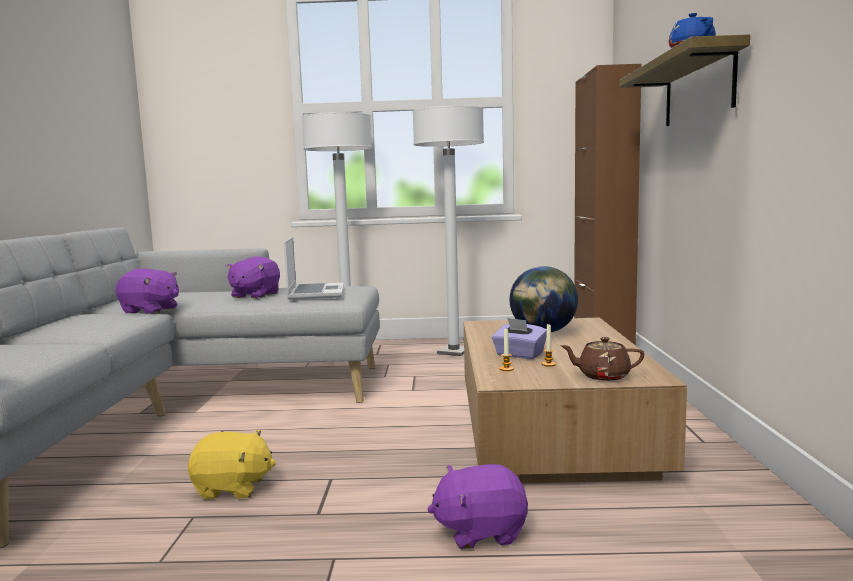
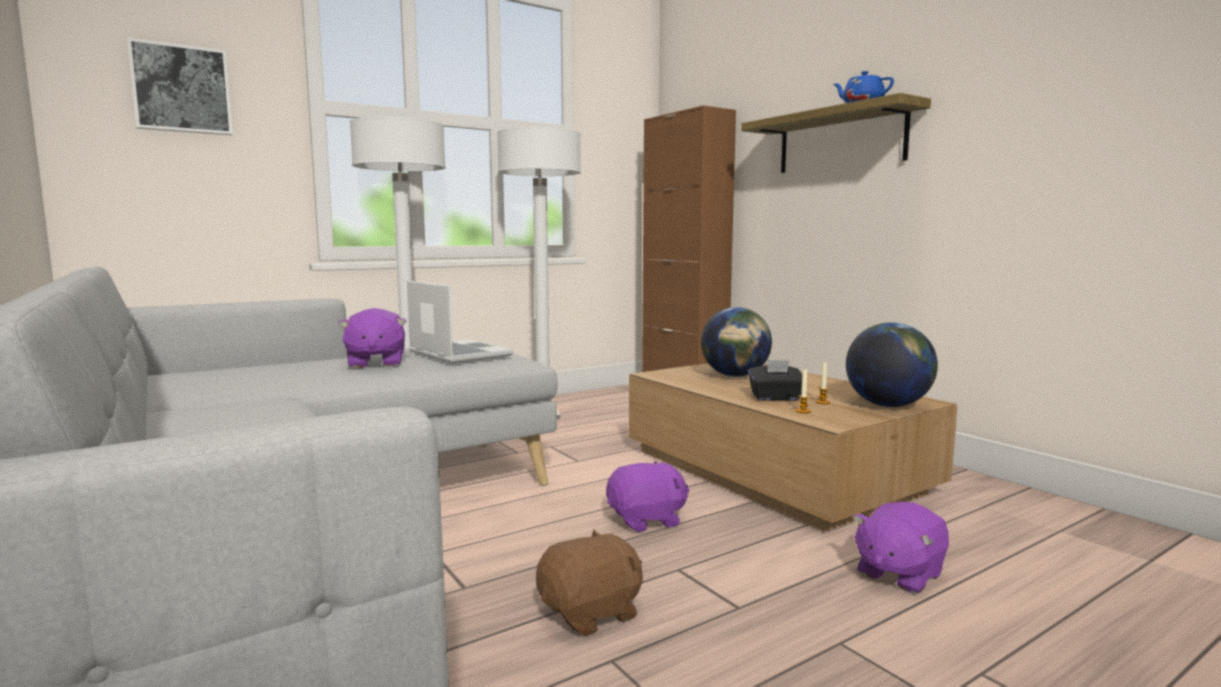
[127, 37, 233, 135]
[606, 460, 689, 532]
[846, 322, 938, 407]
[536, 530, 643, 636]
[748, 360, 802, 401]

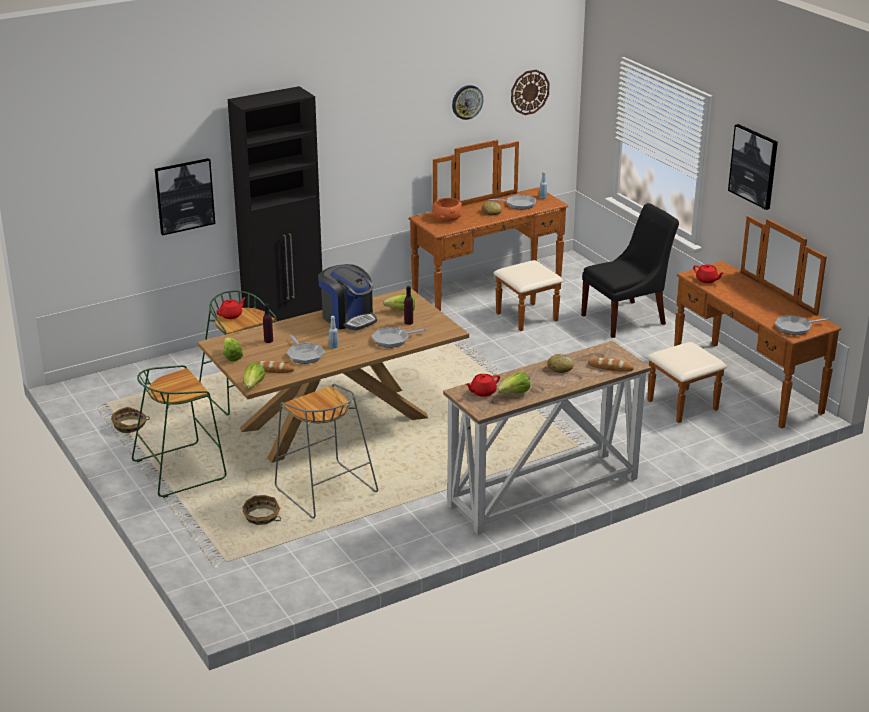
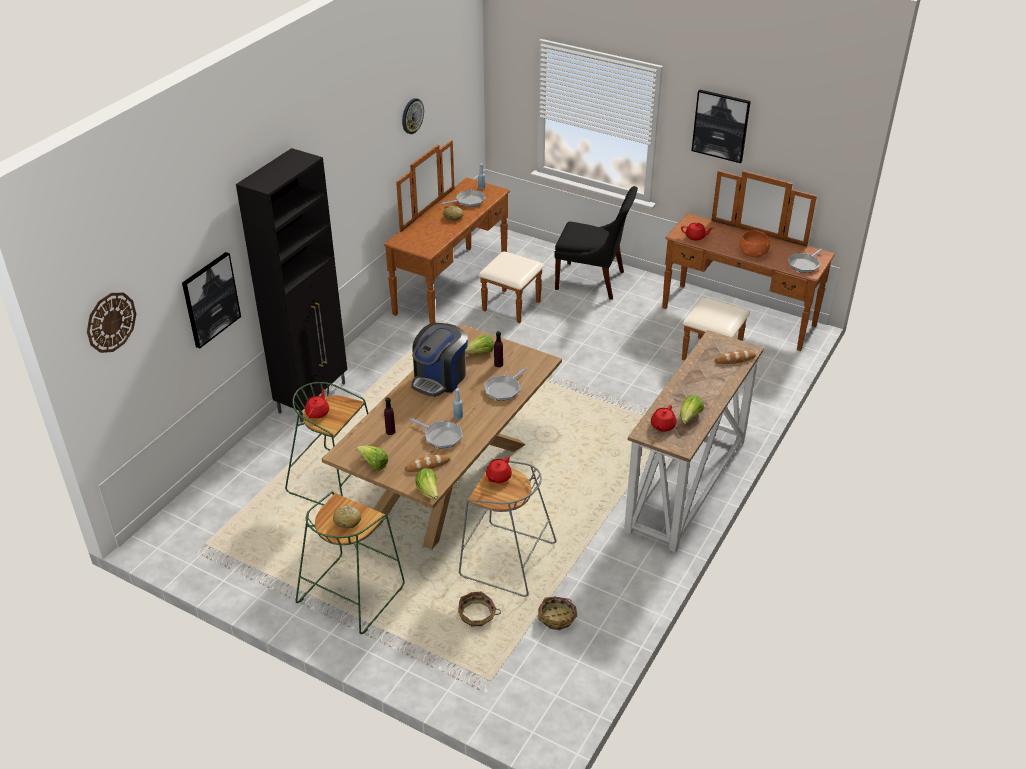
[486, 456, 512, 483]
[538, 597, 577, 630]
[739, 230, 770, 257]
[87, 293, 136, 353]
[333, 506, 361, 529]
[411, 323, 468, 397]
[554, 186, 638, 300]

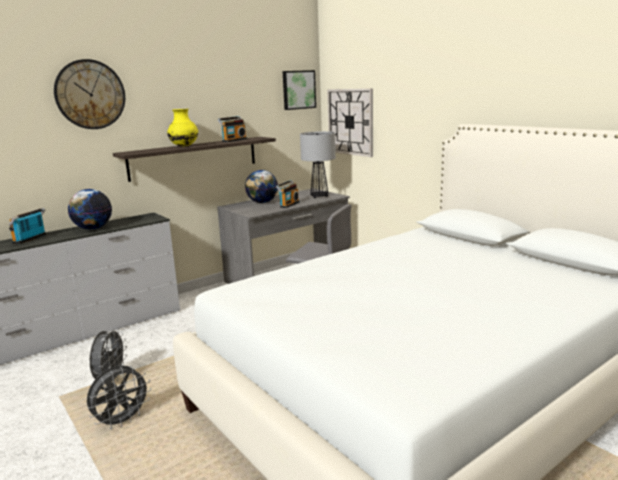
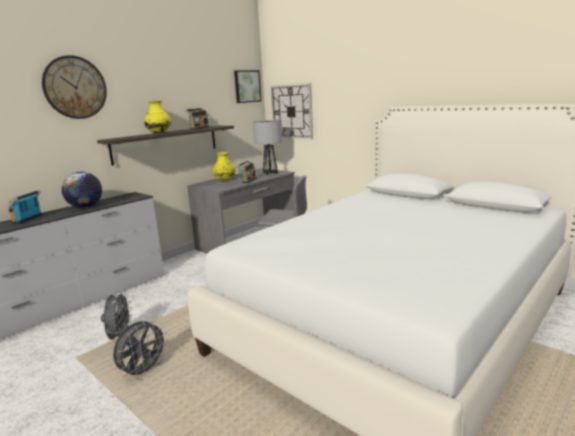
[213, 152, 236, 181]

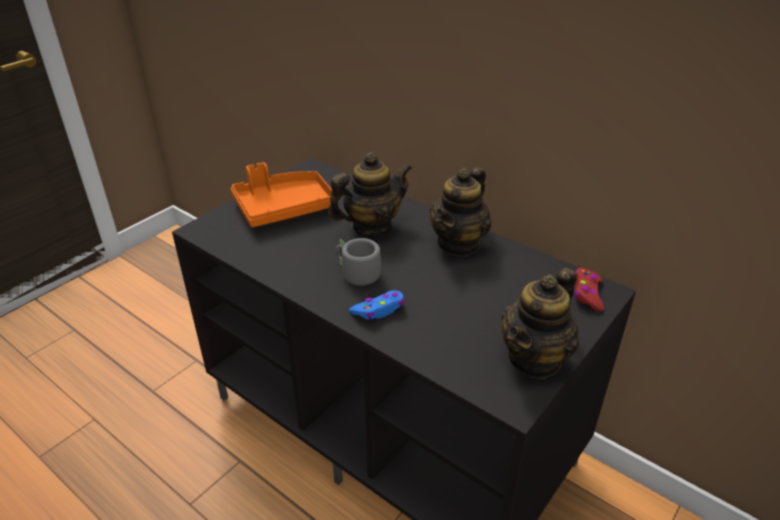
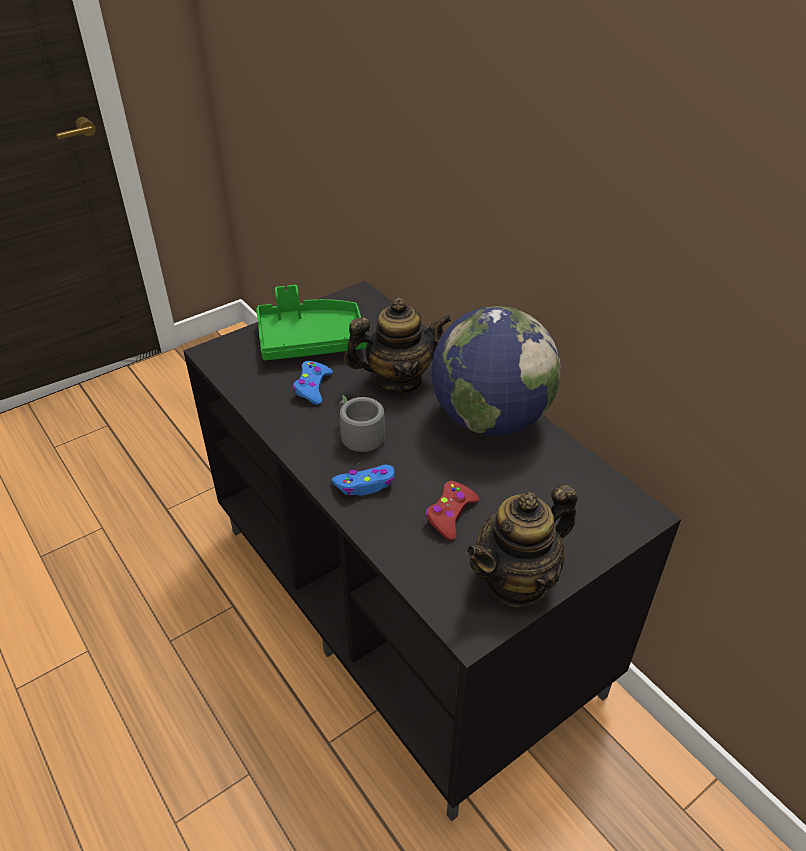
[293, 361, 333, 405]
[425, 481, 479, 541]
[431, 306, 561, 436]
[256, 285, 367, 360]

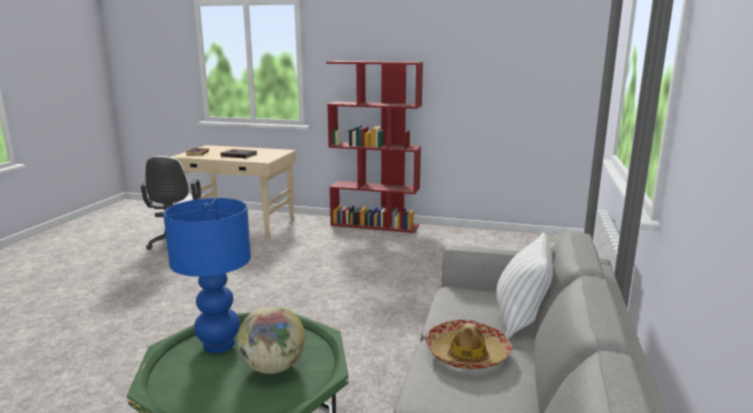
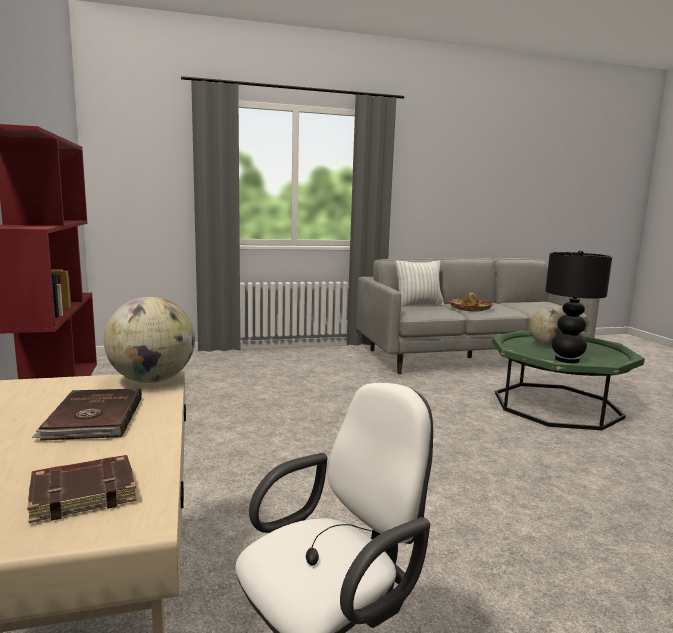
[104, 297, 195, 383]
[545, 250, 612, 363]

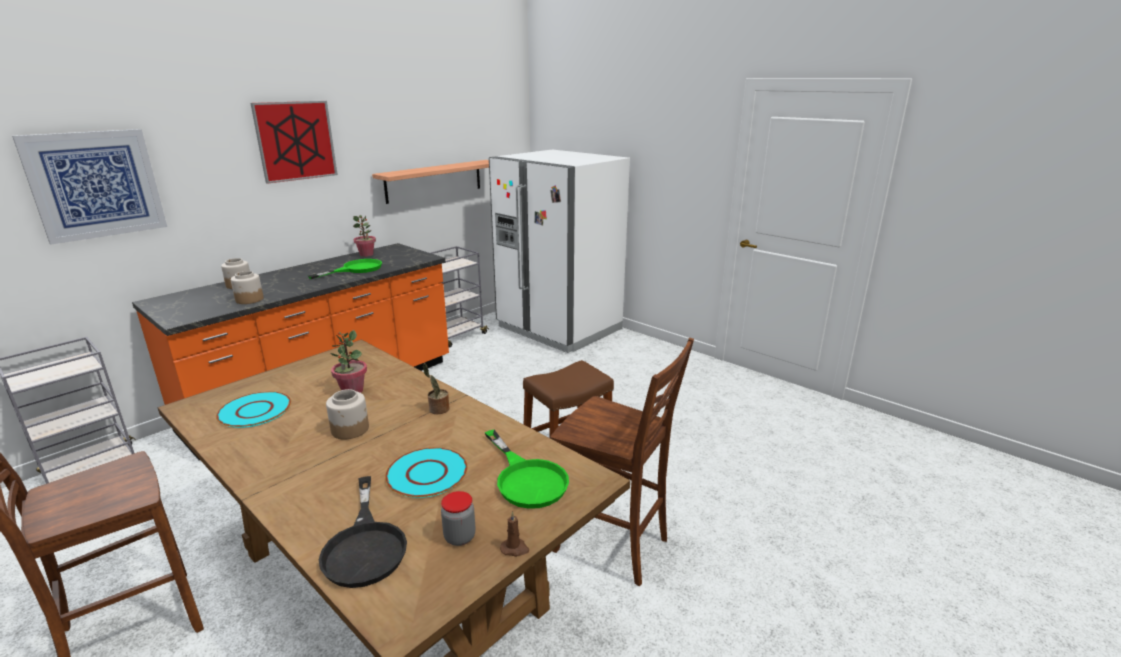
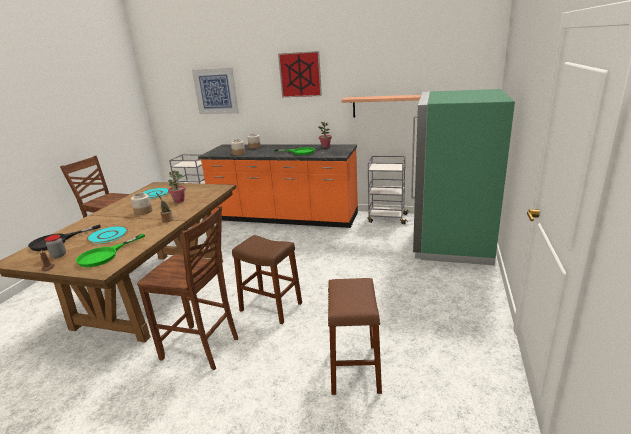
[328, 278, 382, 395]
[411, 89, 515, 265]
[137, 206, 238, 370]

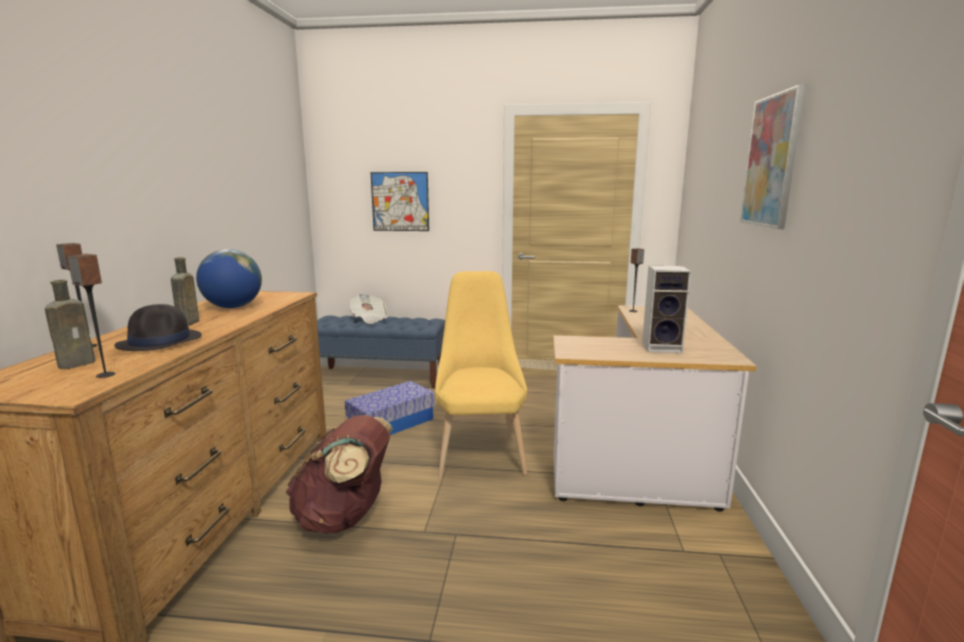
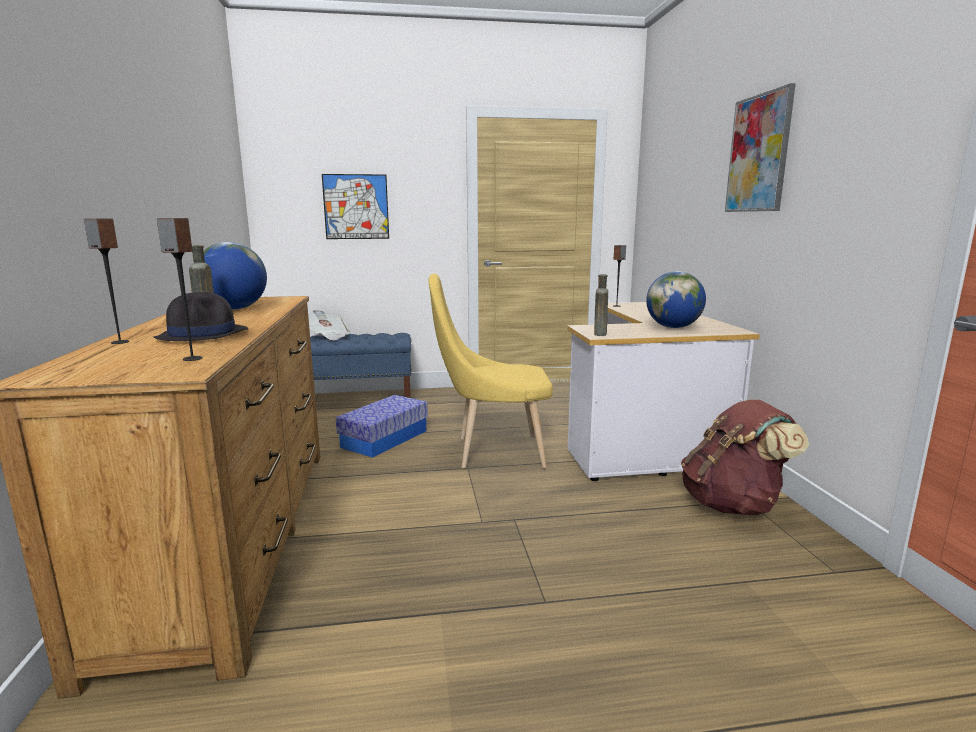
[594, 274, 608, 336]
[681, 400, 809, 515]
[646, 271, 706, 328]
[429, 274, 553, 469]

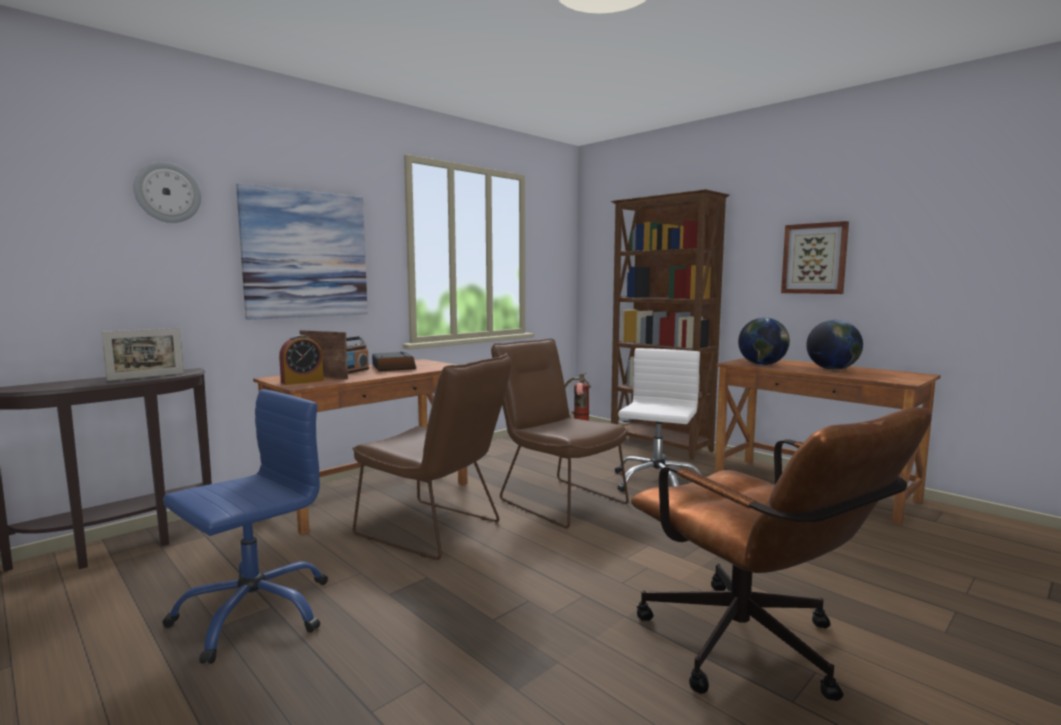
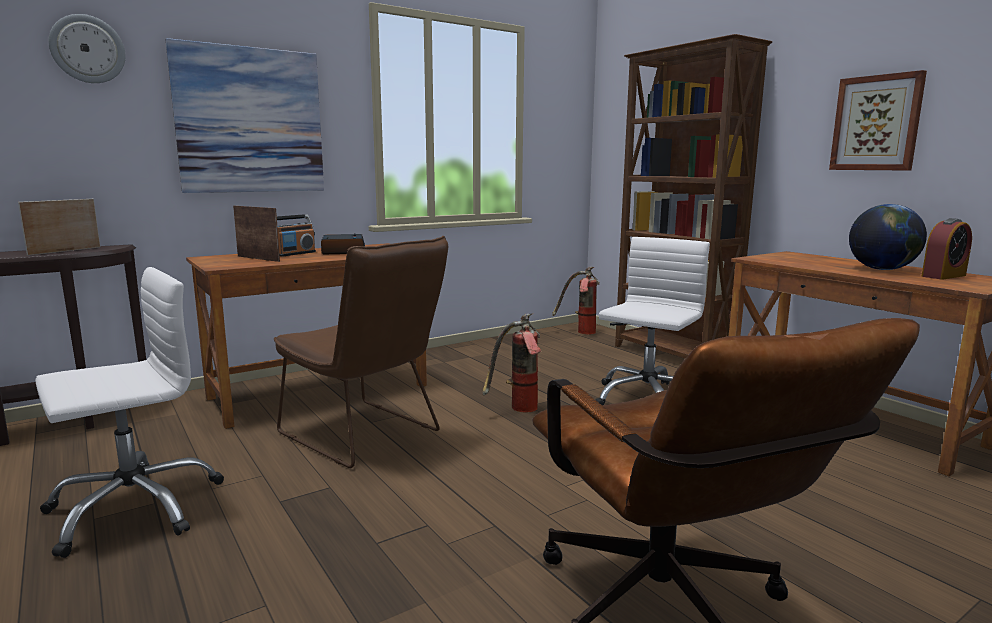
[738, 318, 790, 365] (first image)
[921, 218, 972, 280]
[482, 313, 542, 412]
[35, 267, 224, 558]
[18, 199, 100, 256]

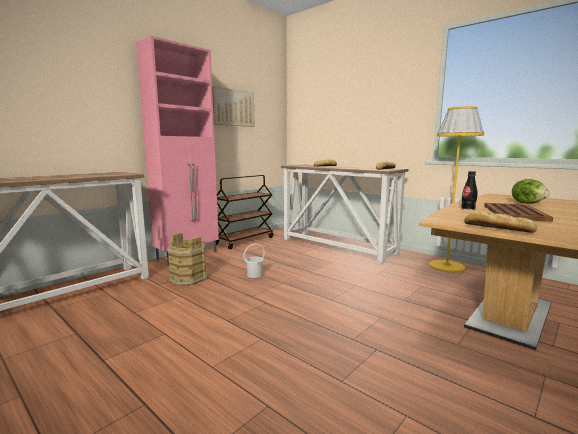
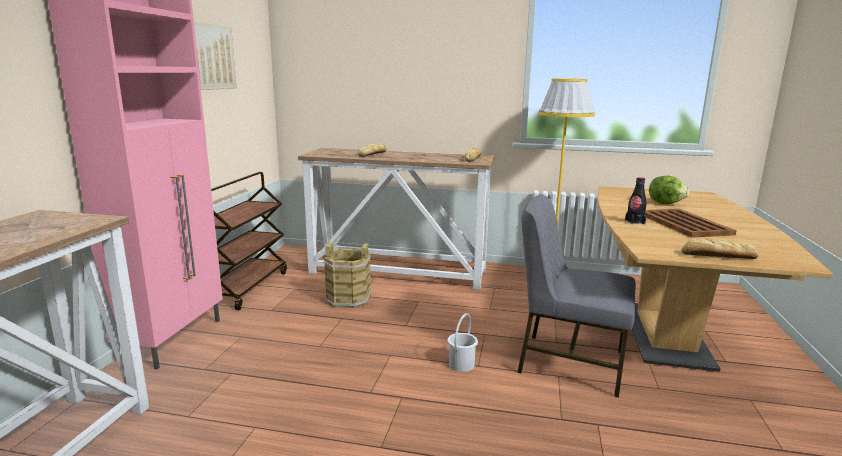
[517, 195, 636, 398]
[323, 242, 371, 309]
[447, 313, 478, 372]

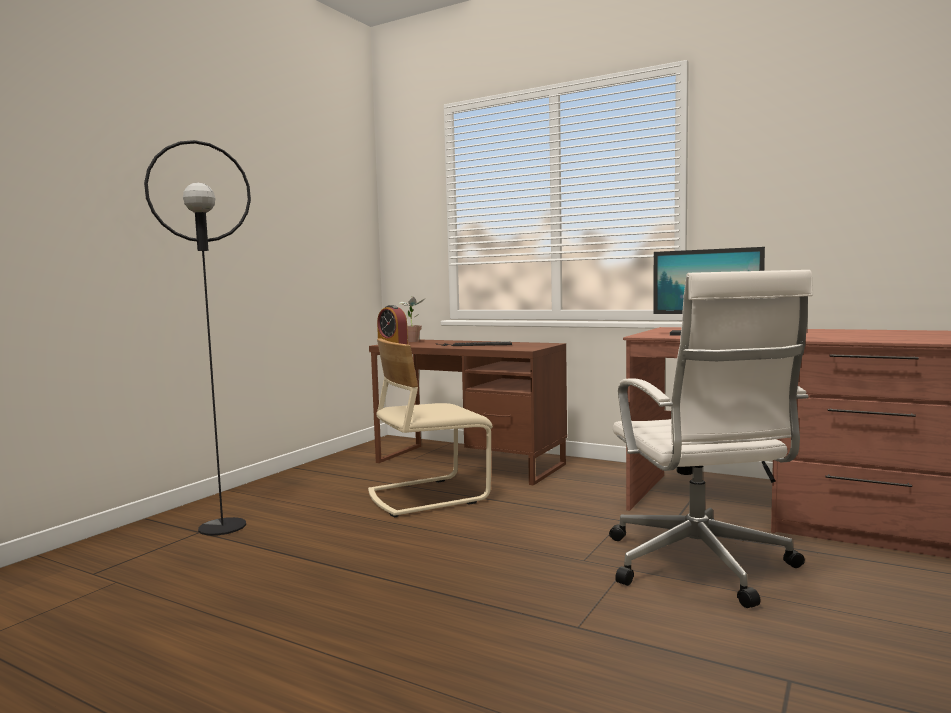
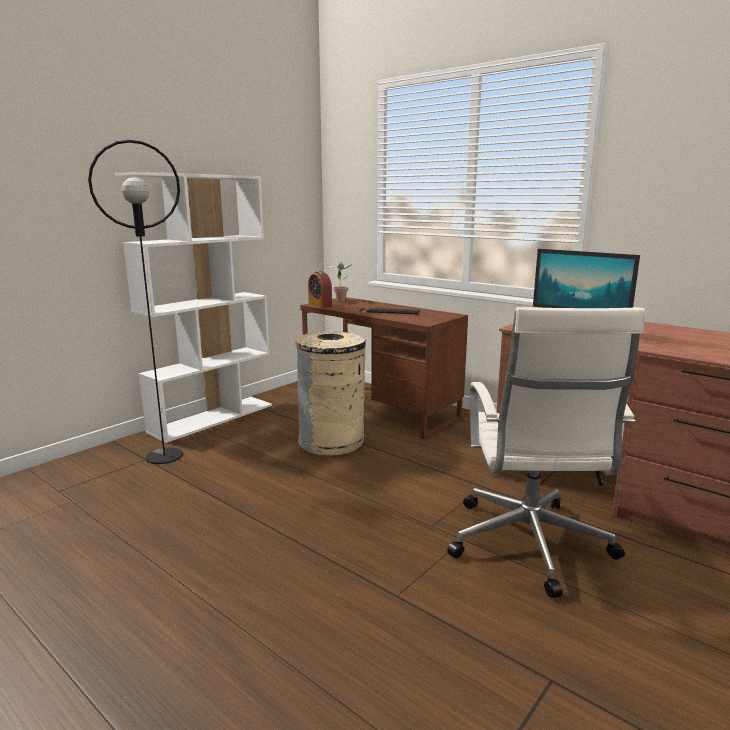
[115, 172, 272, 443]
[296, 331, 366, 456]

